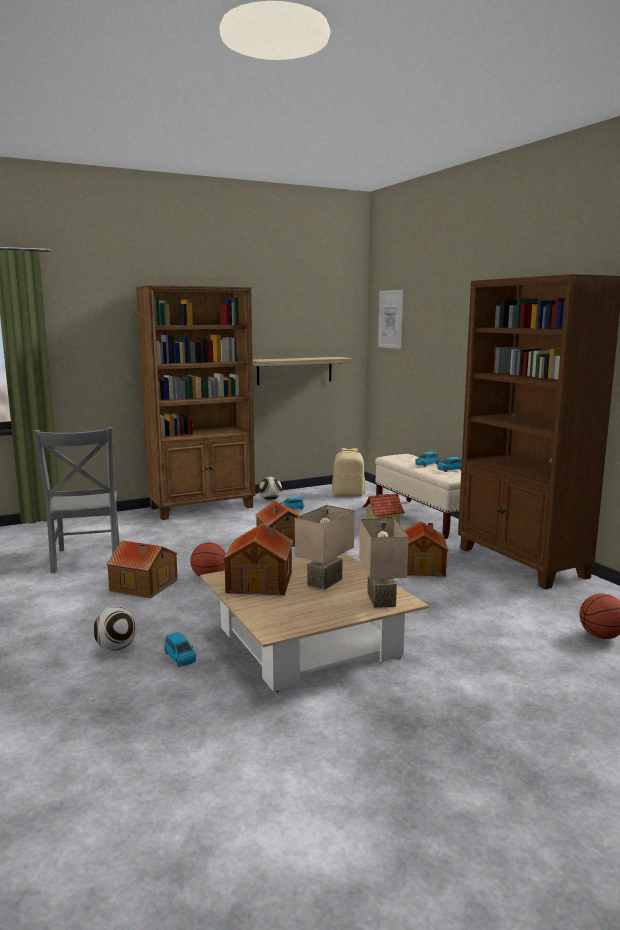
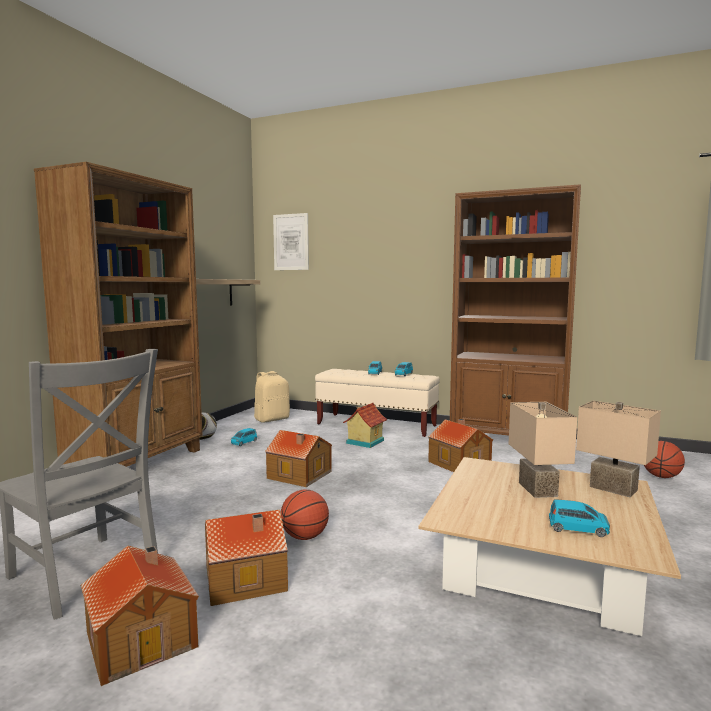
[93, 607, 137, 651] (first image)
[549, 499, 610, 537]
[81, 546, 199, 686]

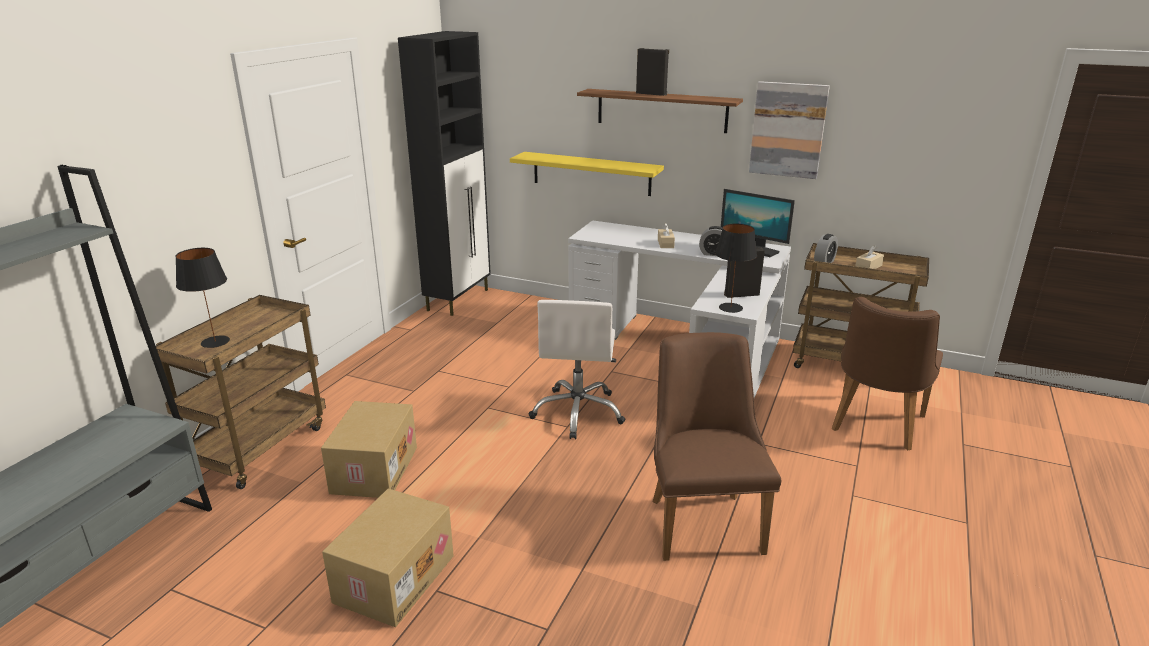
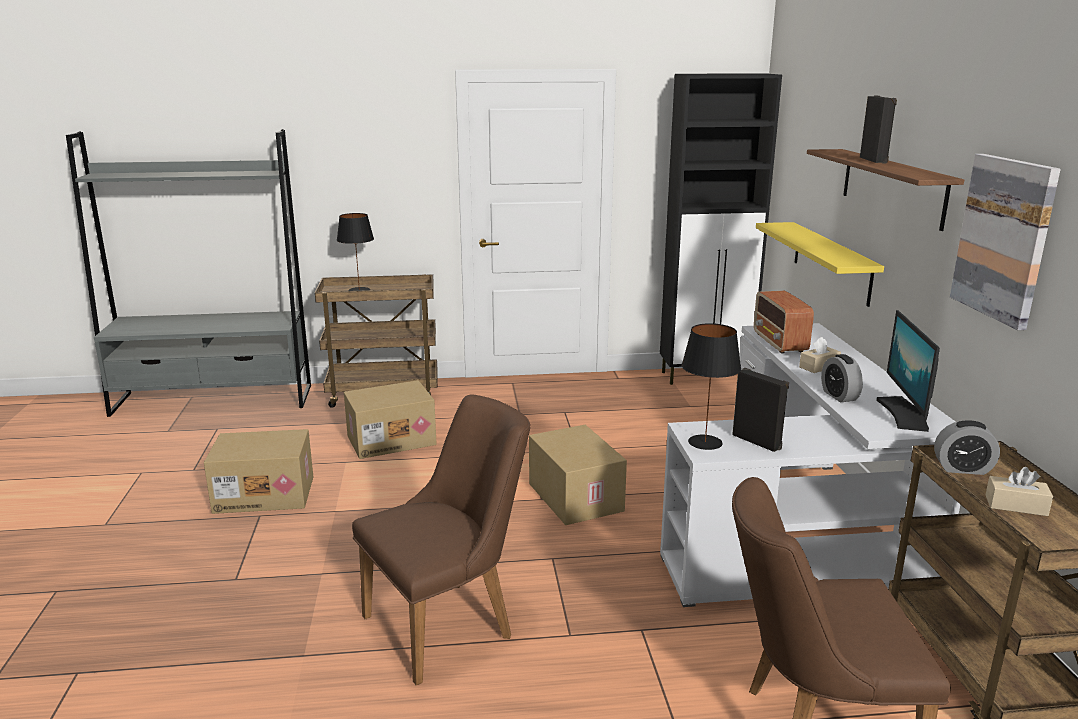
[754, 291, 814, 354]
[529, 425, 627, 525]

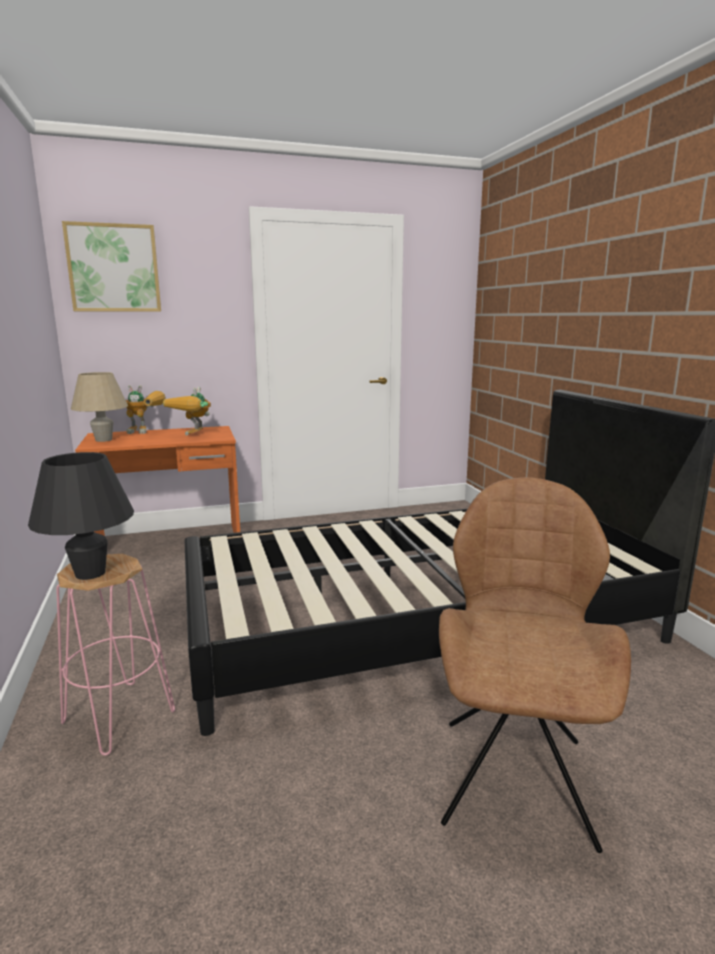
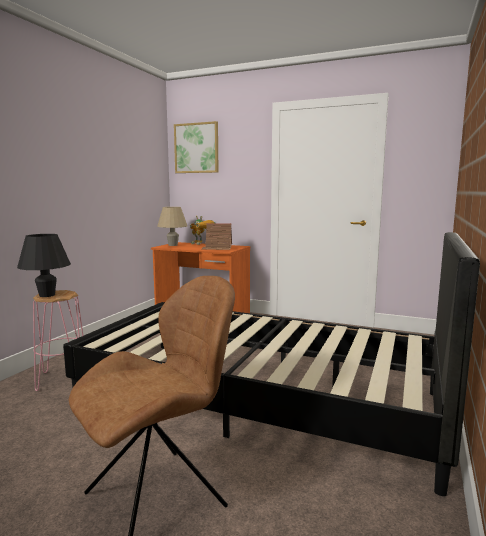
[201, 223, 232, 250]

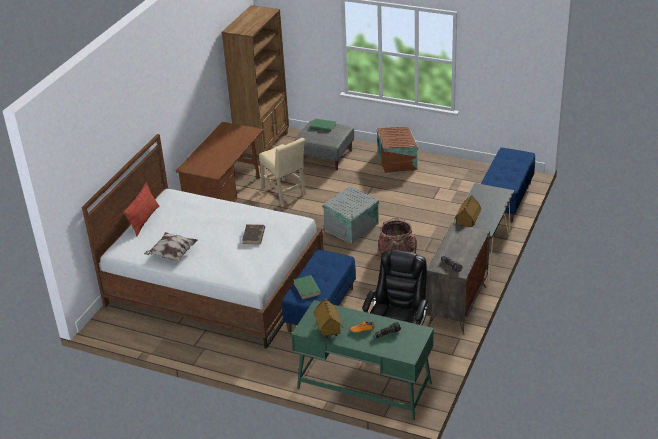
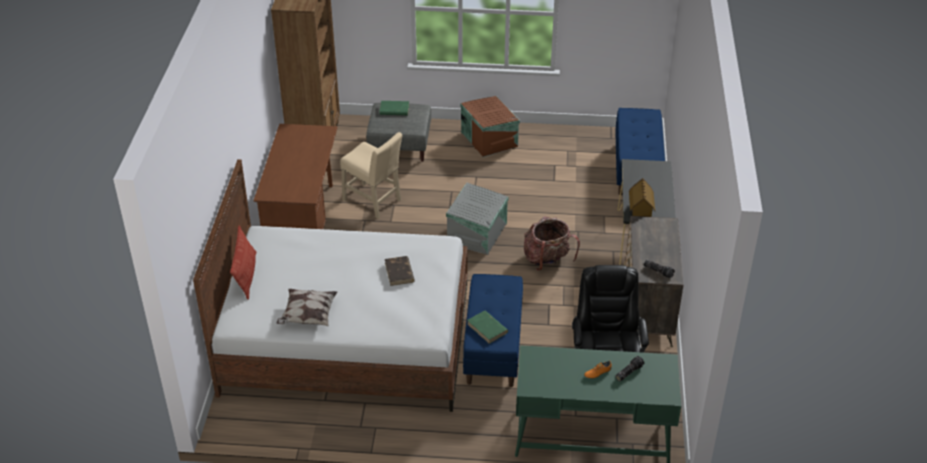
[314, 298, 343, 338] (first image)

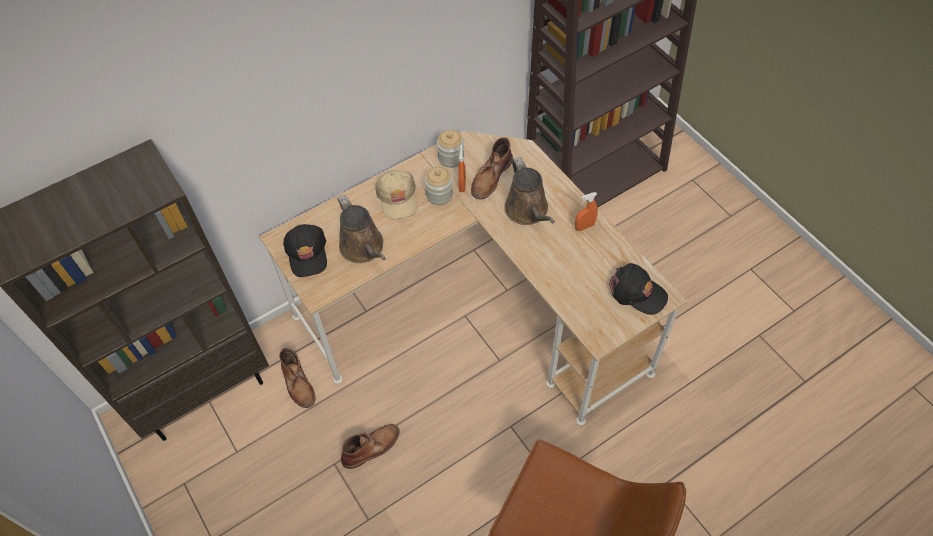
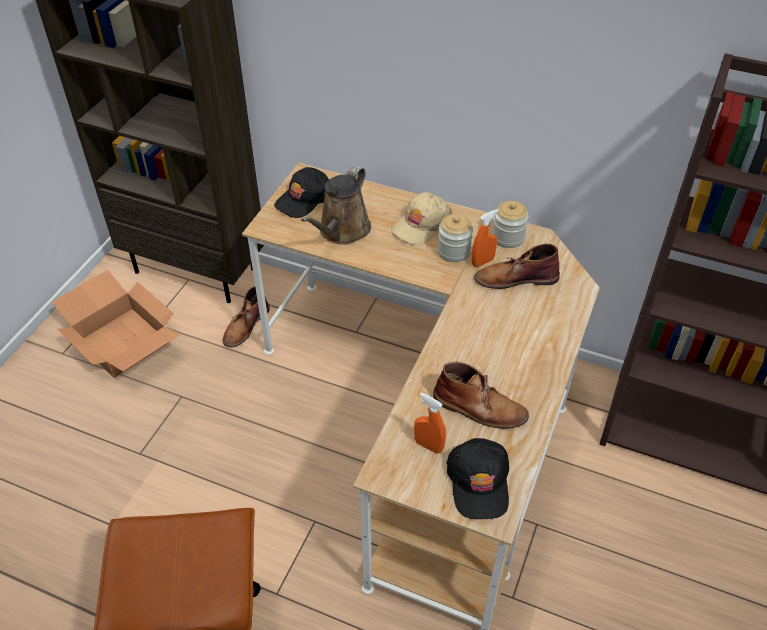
[504, 157, 555, 225] (first image)
[52, 270, 181, 378]
[433, 361, 529, 429]
[414, 393, 446, 454]

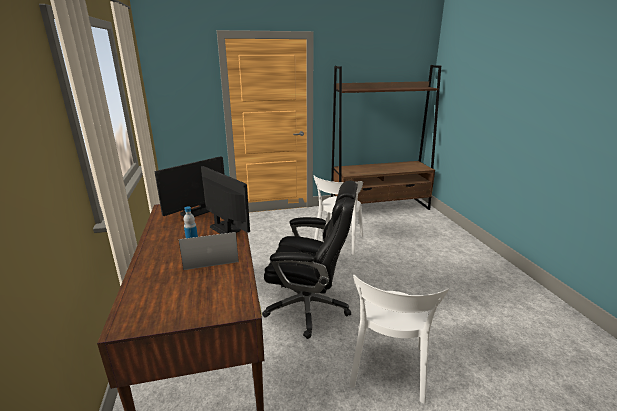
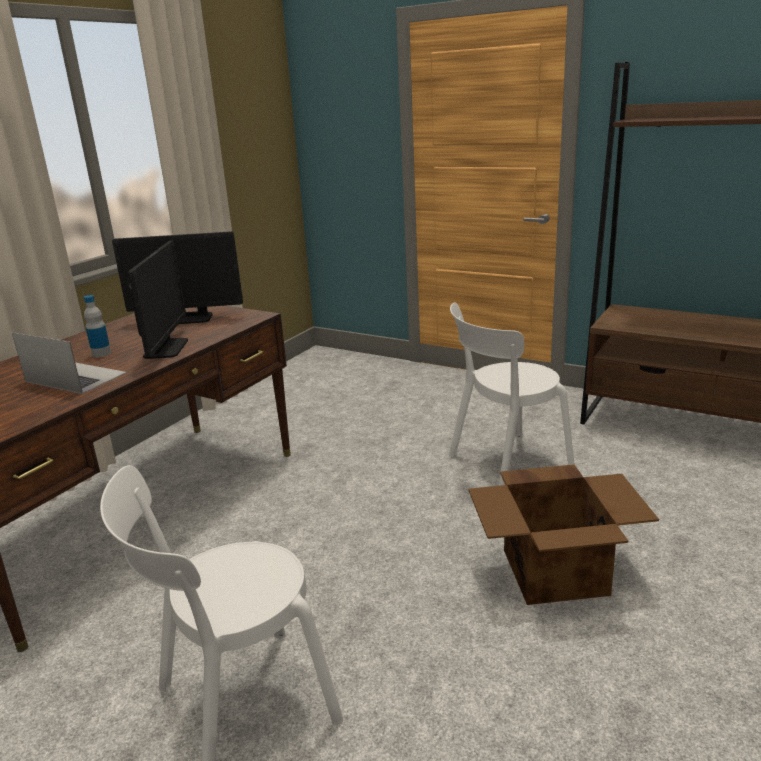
[262, 181, 358, 339] (first image)
[468, 465, 659, 605]

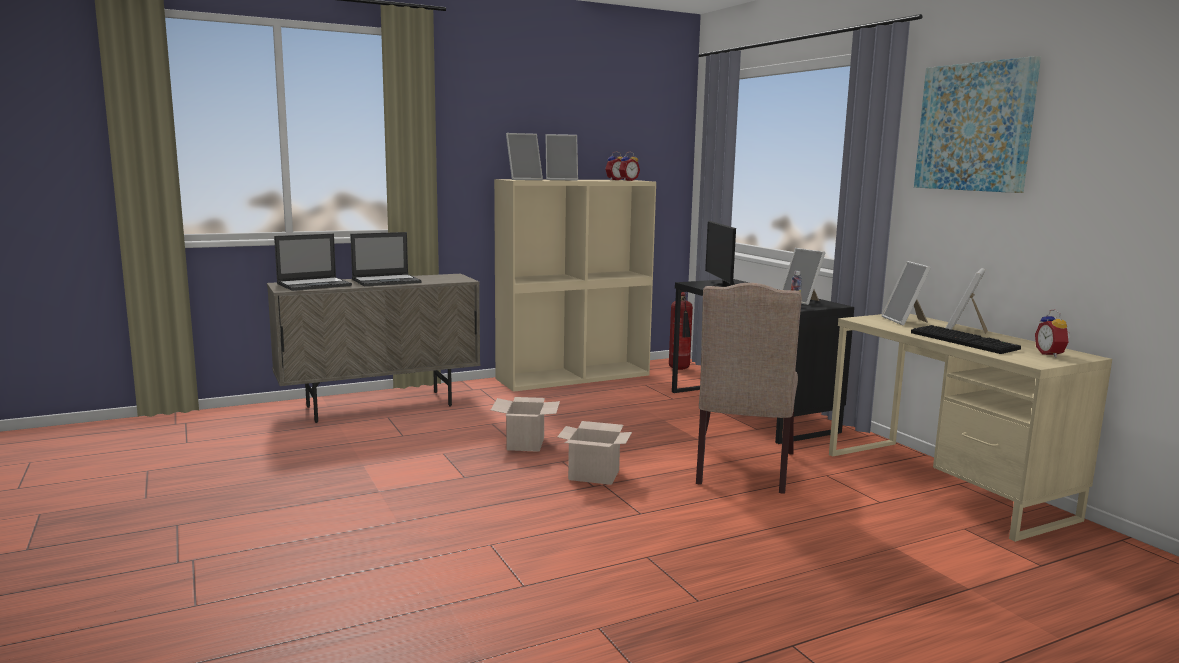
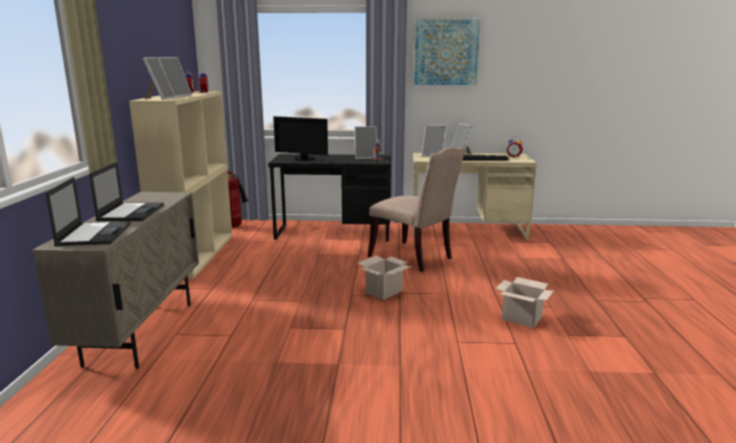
[496, 277, 554, 328]

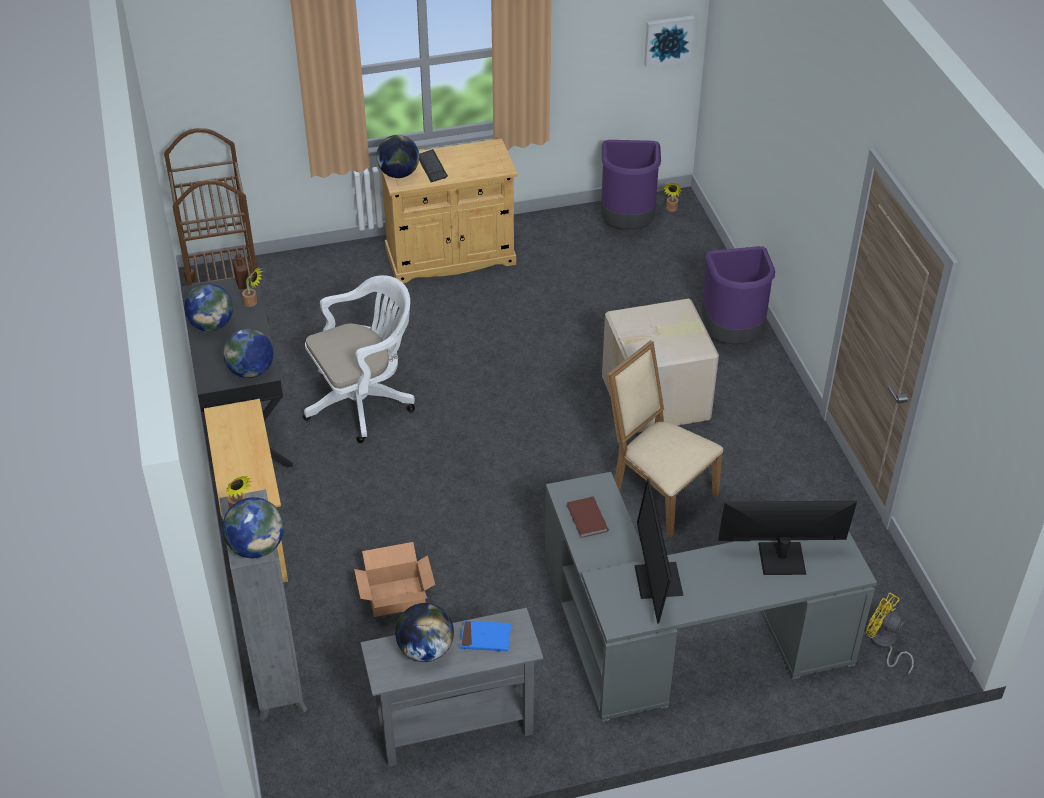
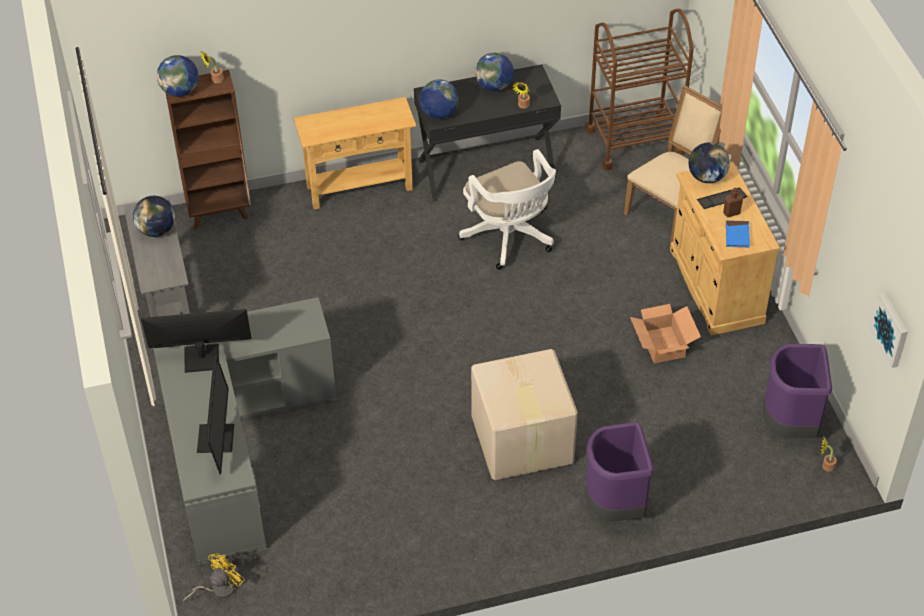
[567, 497, 609, 538] (first image)
[723, 188, 743, 217]
[630, 304, 701, 363]
[726, 220, 750, 248]
[624, 85, 723, 242]
[165, 70, 251, 230]

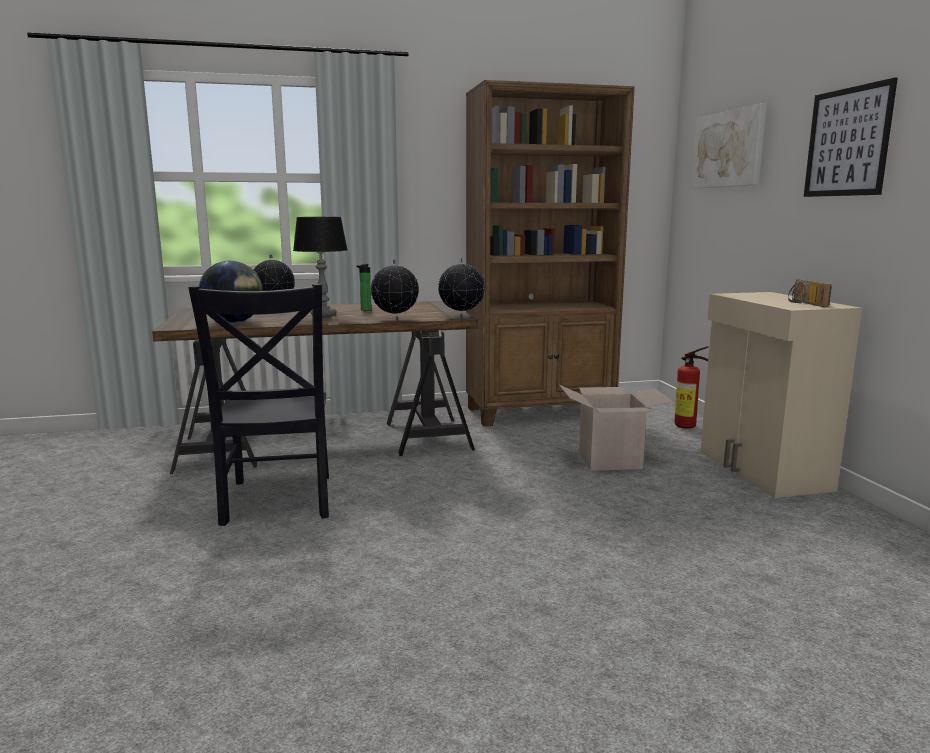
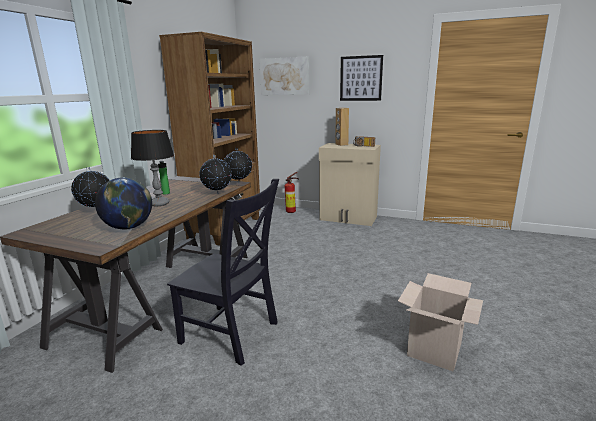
[335, 108, 349, 146]
[398, 273, 483, 371]

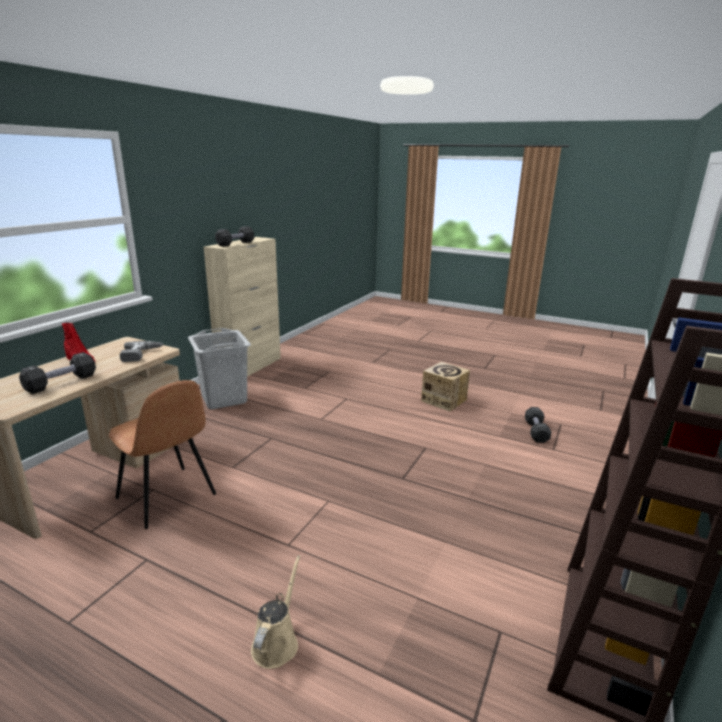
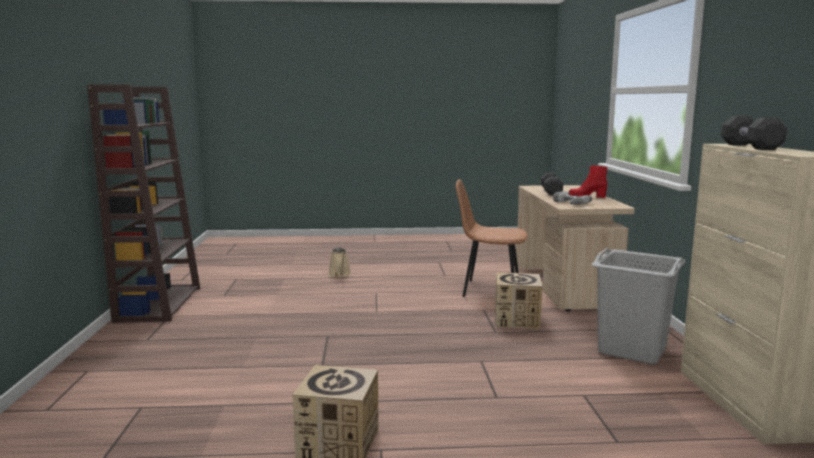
[525, 407, 551, 443] (first image)
[495, 272, 543, 329]

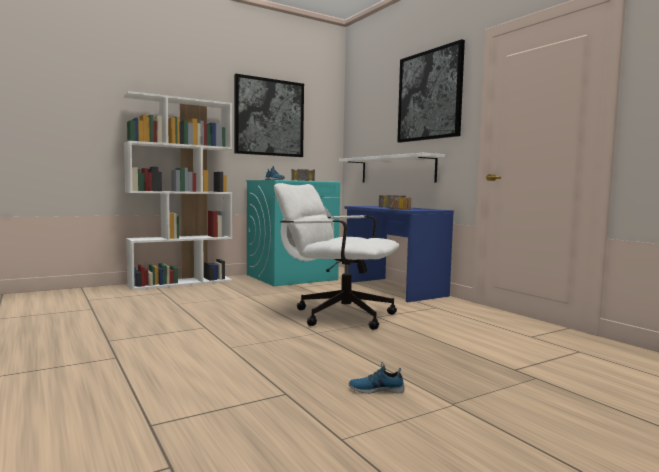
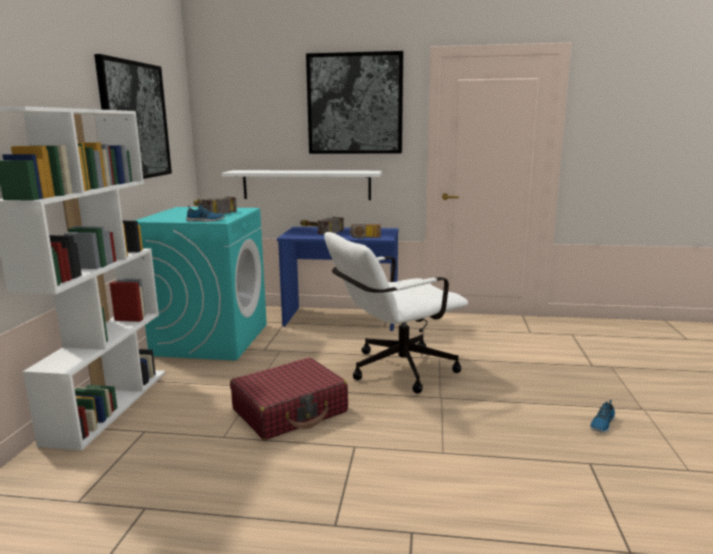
[230, 358, 348, 440]

